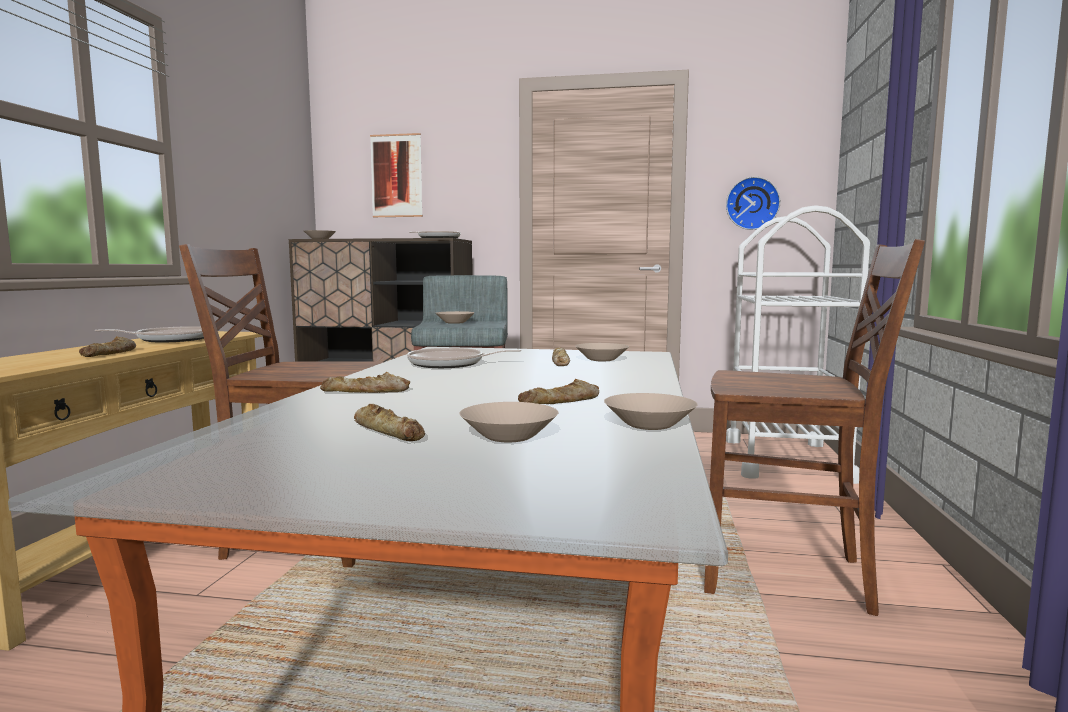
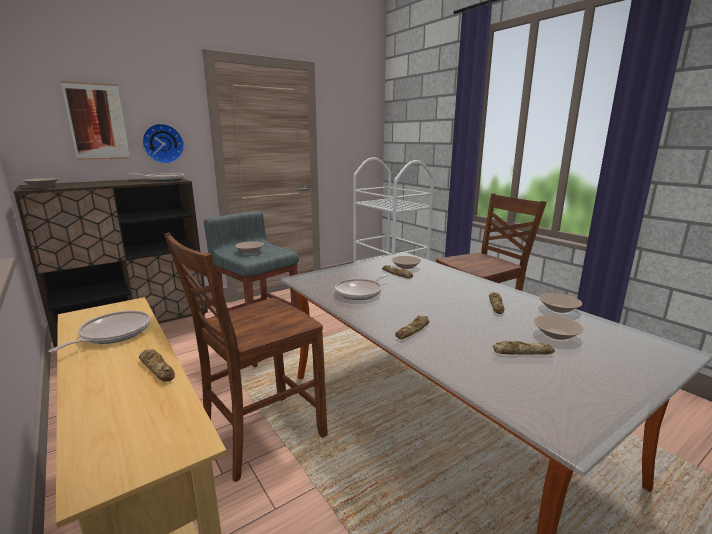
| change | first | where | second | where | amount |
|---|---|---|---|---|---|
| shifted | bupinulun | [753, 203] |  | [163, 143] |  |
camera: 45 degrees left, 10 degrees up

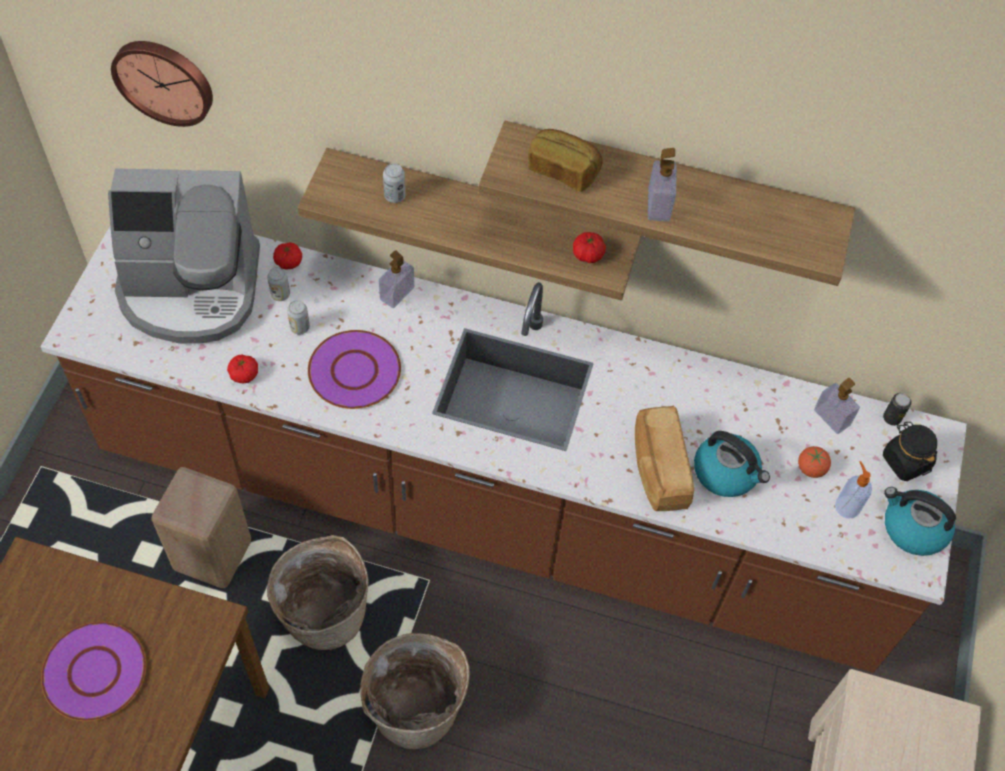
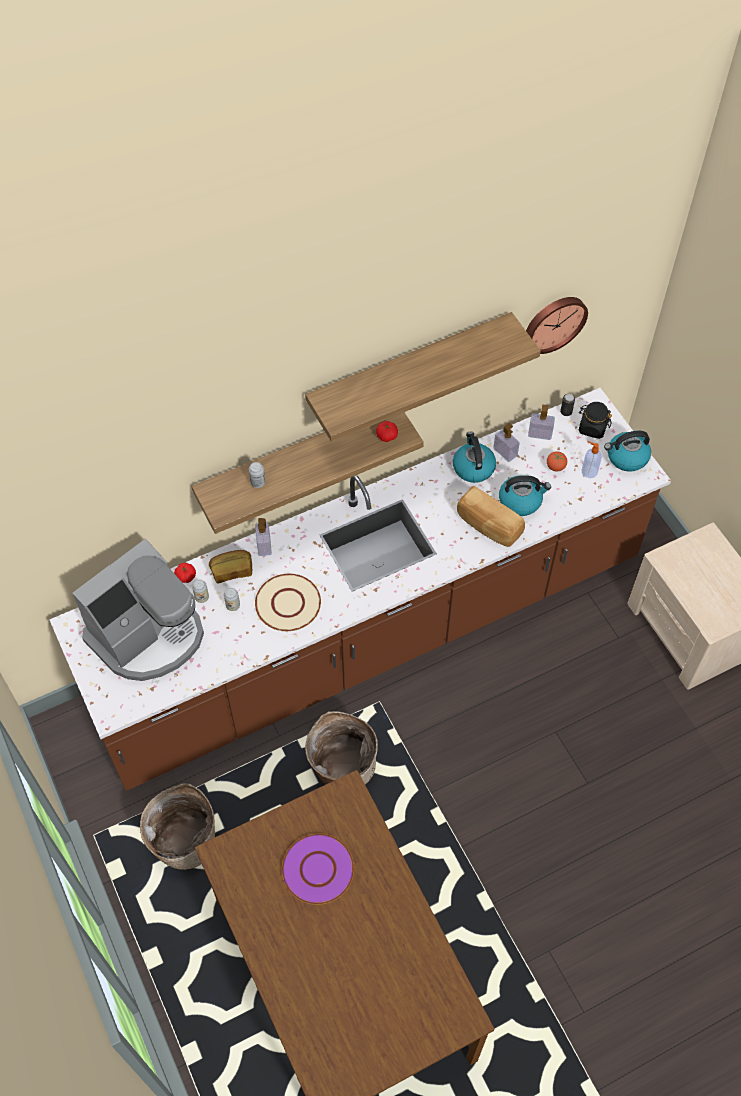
| change | first | where | second | where | amount |
|---|---|---|---|---|---|
| shifted | bupinulun | [162, 84] |  | [557, 325] |  |
| gone | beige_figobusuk | [201, 527] |  |  |  |
| gone | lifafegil | [242, 368] |  |  |  |
| repainted | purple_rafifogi | [354, 369] | beige_rafifogi | [288, 602] |  |
| shifted | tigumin | [415, 691] |  | [177, 827] |  |
| shifted | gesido | [565, 160] |  | [230, 566] |  |
| shifted | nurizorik | [662, 185] |  | [506, 442] |  |
| new |  |  | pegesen | [474, 457] |  |
camera: 40 degrees left, 0 degrees up

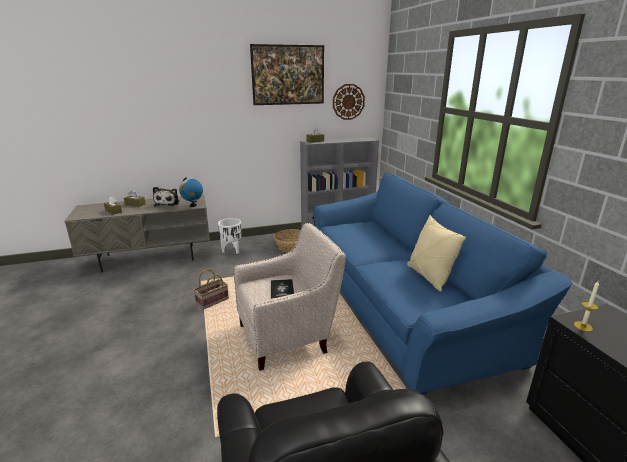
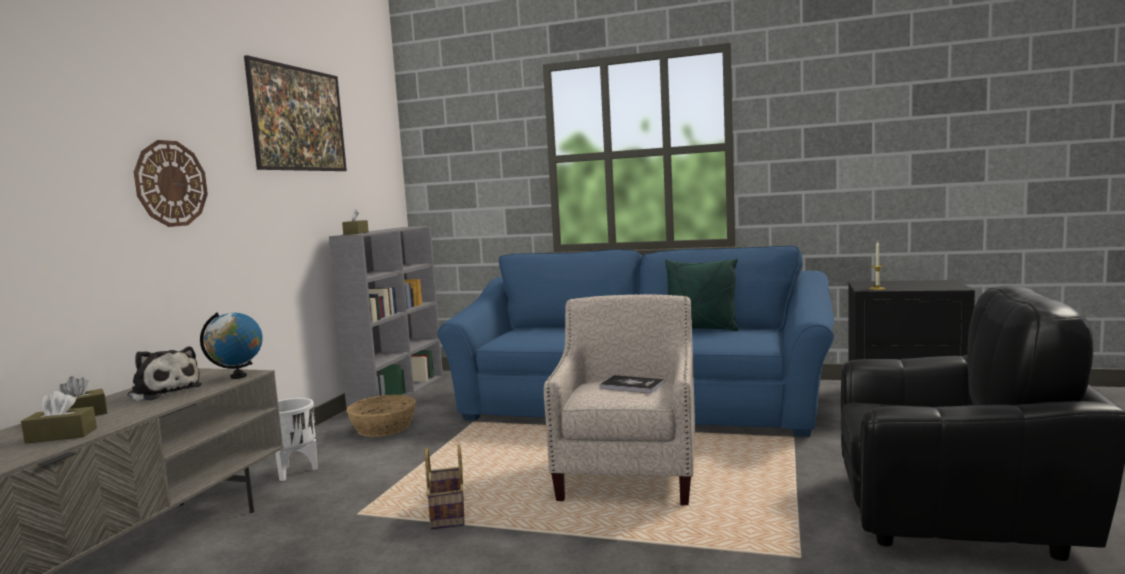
| change | first | where | second | where | amount |
|---|---|---|---|---|---|
| shifted | bupinulun | [349, 102] |  | [171, 183] |  |
| repainted | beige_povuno | [436, 253] | green_povuno | [702, 295] |  |
camera: 55 degrees left, 15 degrees down

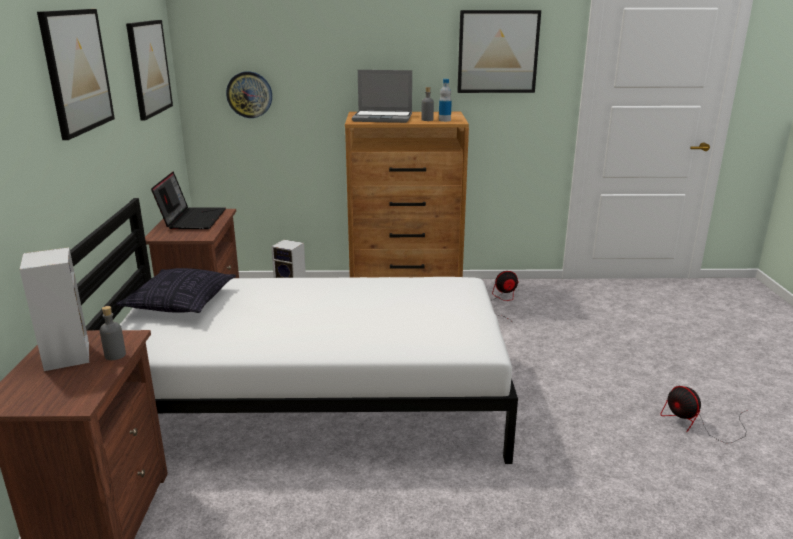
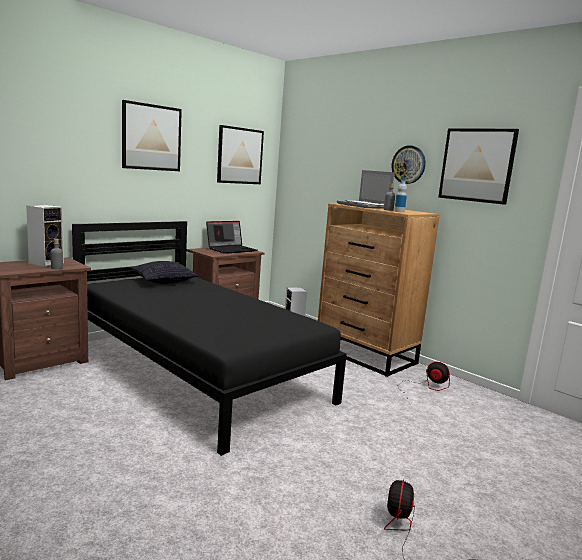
| change | first | where | second | where | amount |
|---|---|---|---|---|---|
| repainted | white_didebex | [294, 331] | black_didebex | [209, 338] |  |
| shifted | bupinulun | [249, 94] |  | [408, 164] |  |
camera: 45 degrees right, 10 degrees down

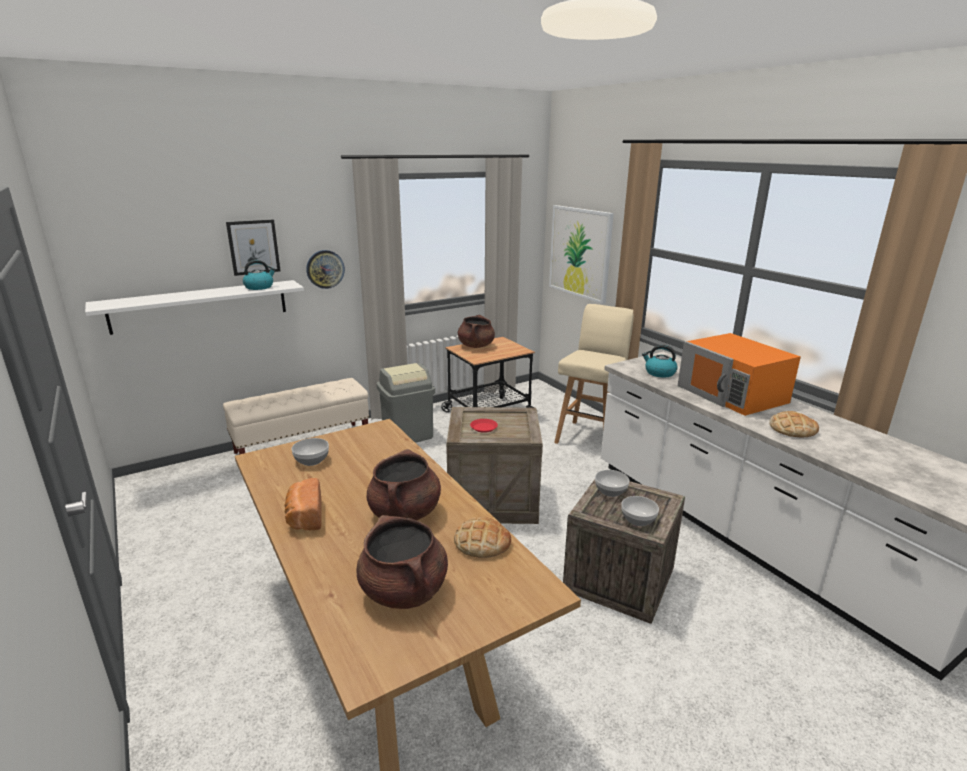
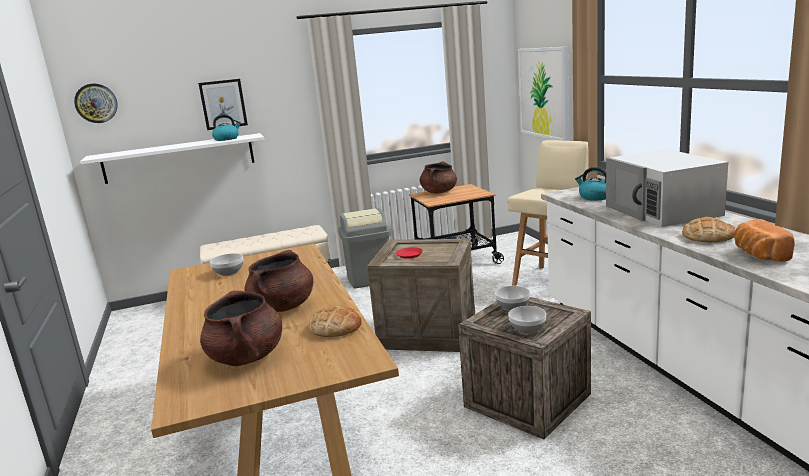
| change | first | where | second | where | amount |
|---|---|---|---|---|---|
| shifted | gesido | [303, 504] |  | [764, 240] |  |
| shifted | bupinulun | [325, 269] |  | [96, 103] |  |
| repainted | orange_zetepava | [739, 374] | white_zetepava | [667, 188] |  |
camera: 15 degrees right, 5 degrees down

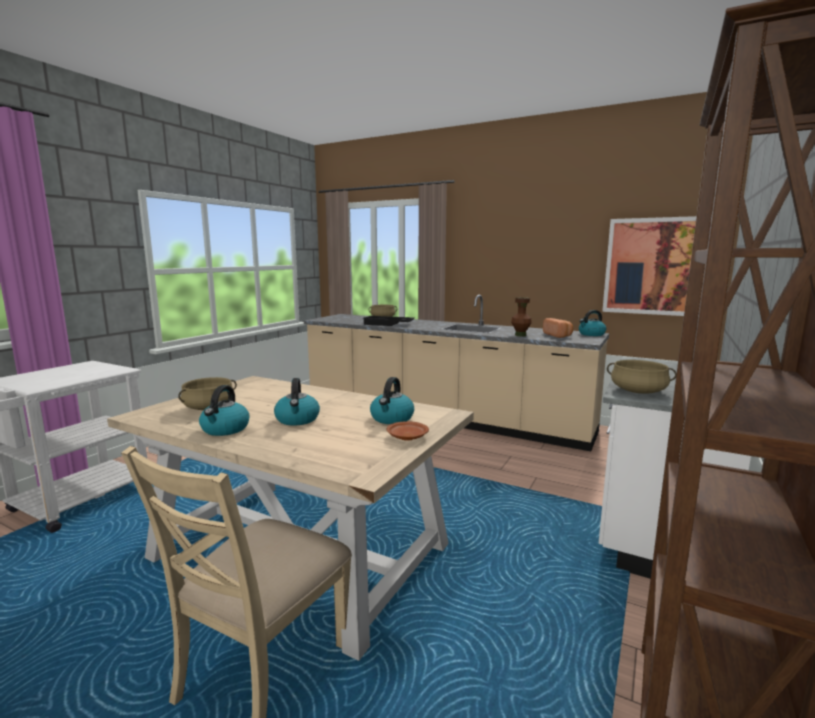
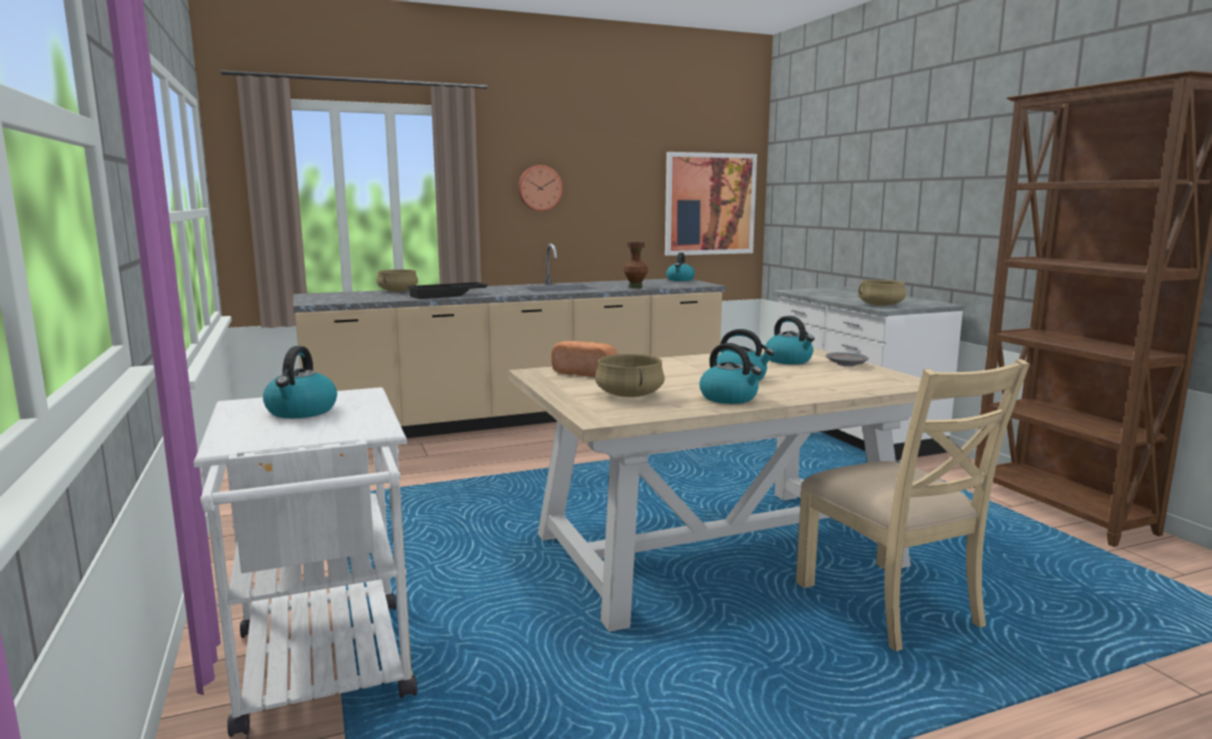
| change | first | where | second | where | amount |
|---|---|---|---|---|---|
| repainted | brown_rafifogi | [408, 431] | grey_rafifogi | [847, 359] |  |
| shifted | gesido | [558, 328] |  | [584, 359] |  |
| new |  |  | pegesen | [300, 382] |  |
| new |  |  | bupinulun | [540, 188] |  |
camera: 50 degrees left, 0 degrees up

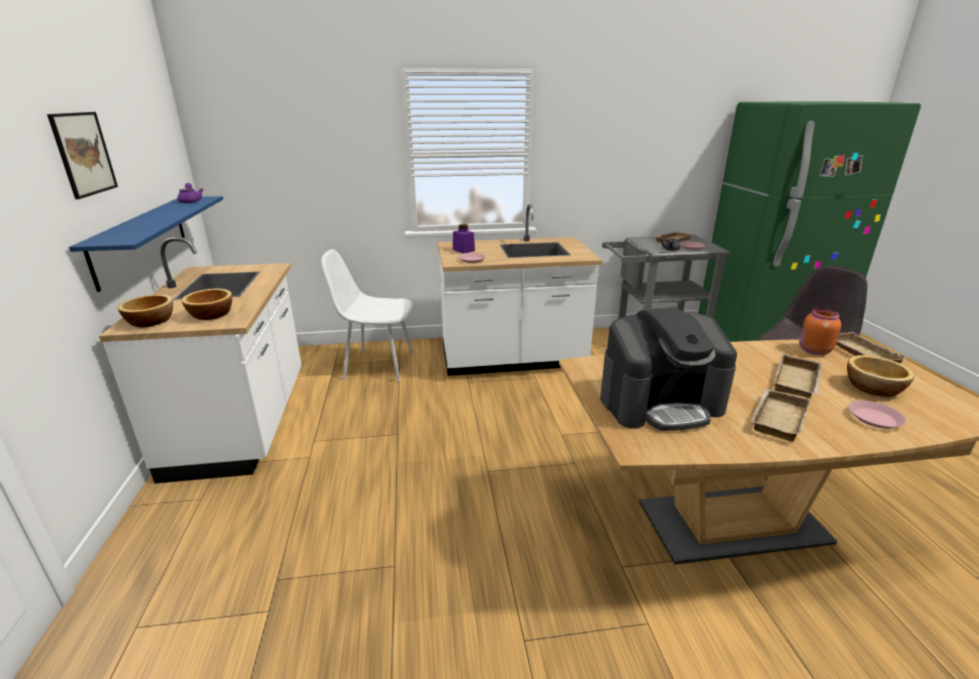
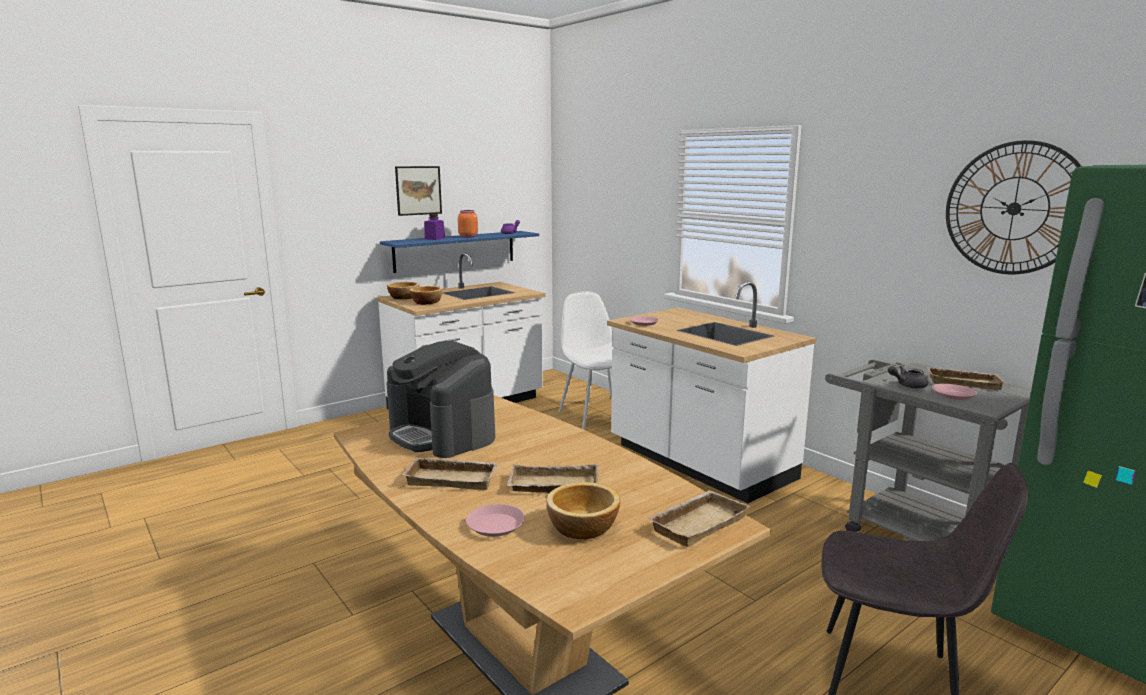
| change | first | where | second | where | amount |
|---|---|---|---|---|---|
| shifted | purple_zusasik | [464, 239] |  | [434, 227] |  |
| shifted | orange_zusasik | [820, 331] |  | [468, 224] |  |
| new |  |  | bupinulun | [1013, 207] |  |
camera: 60 degrees right, 10 degrees down

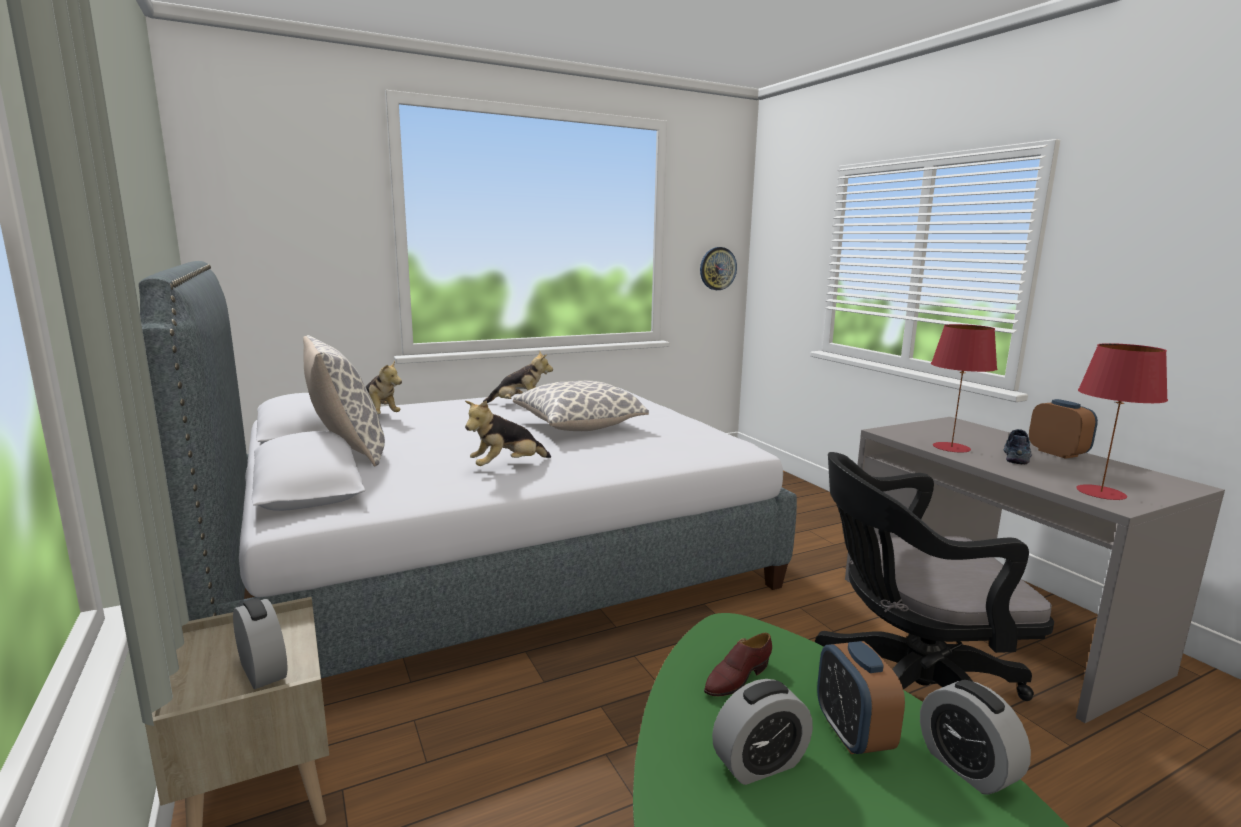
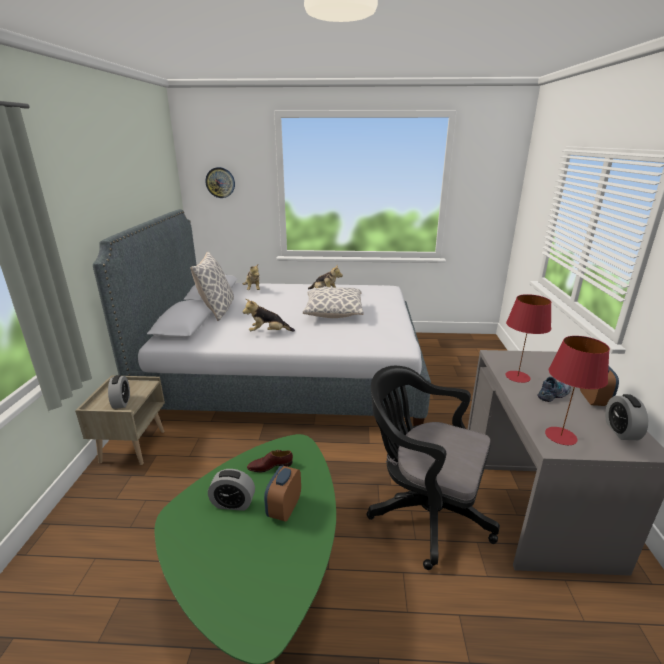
| change | first | where | second | where | amount |
|---|---|---|---|---|---|
| shifted | bupinulun | [718, 268] |  | [220, 182] |  |
| shifted | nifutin | [975, 737] |  | [626, 417] |  |
camera: 30 degrees right, 10 degrees up

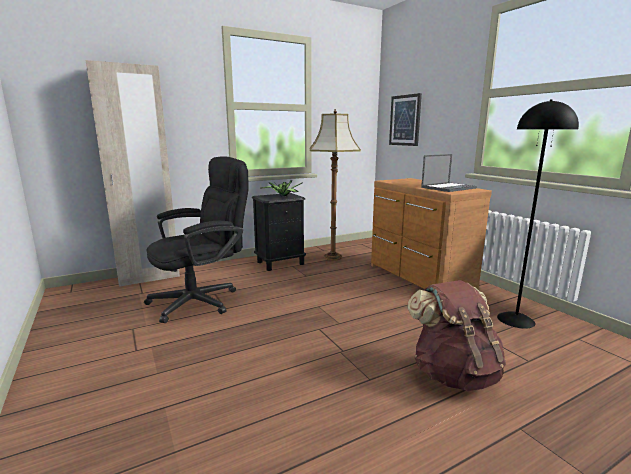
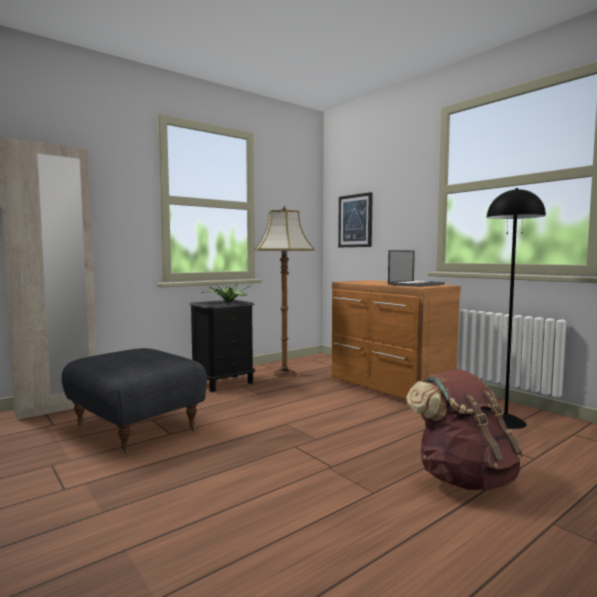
| change | first | where | second | where | amount |
|---|---|---|---|---|---|
| swapped | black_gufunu | [196, 239] | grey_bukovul | [134, 401] |  |
camera: 10 degrees left, 10 degrees down

